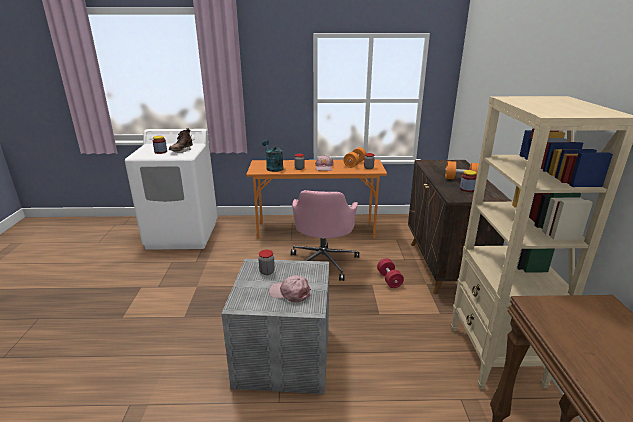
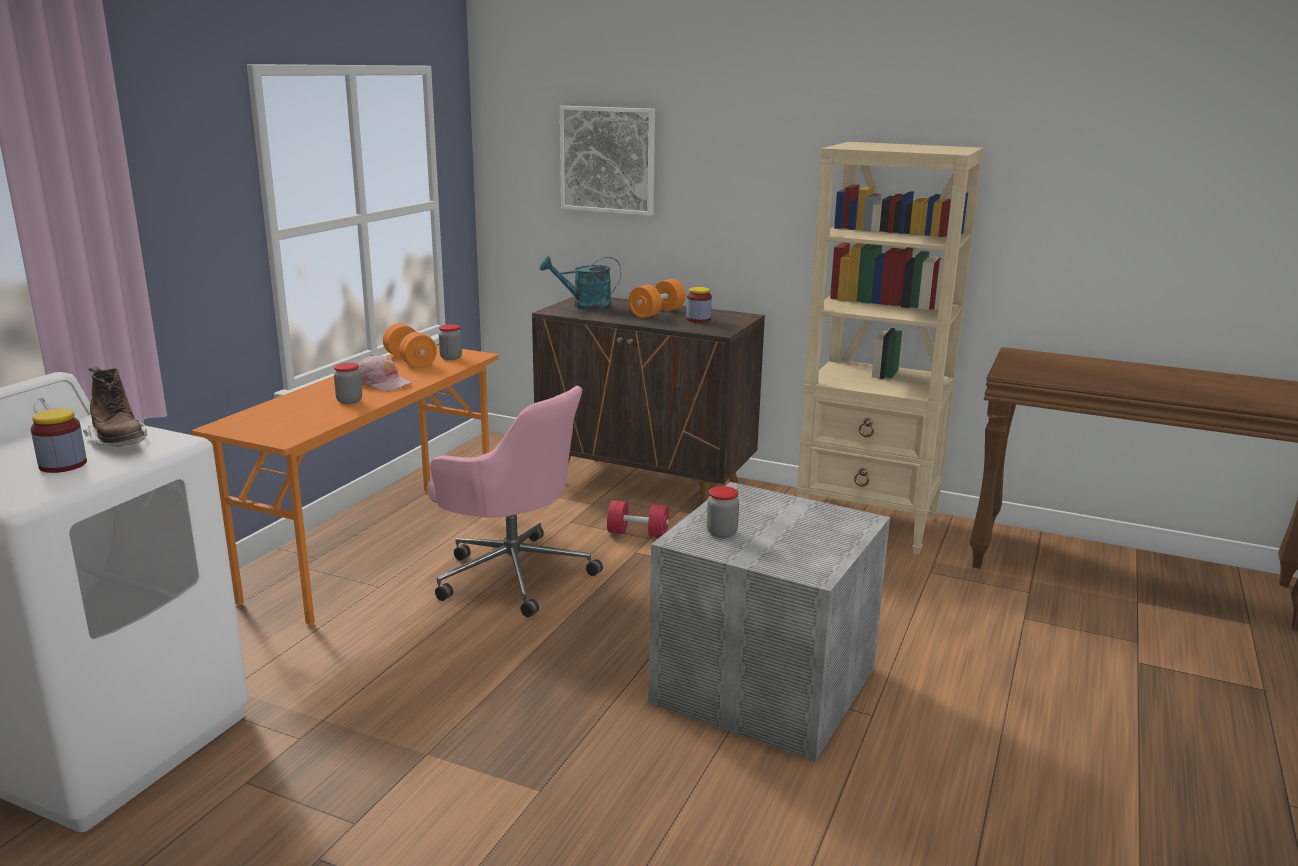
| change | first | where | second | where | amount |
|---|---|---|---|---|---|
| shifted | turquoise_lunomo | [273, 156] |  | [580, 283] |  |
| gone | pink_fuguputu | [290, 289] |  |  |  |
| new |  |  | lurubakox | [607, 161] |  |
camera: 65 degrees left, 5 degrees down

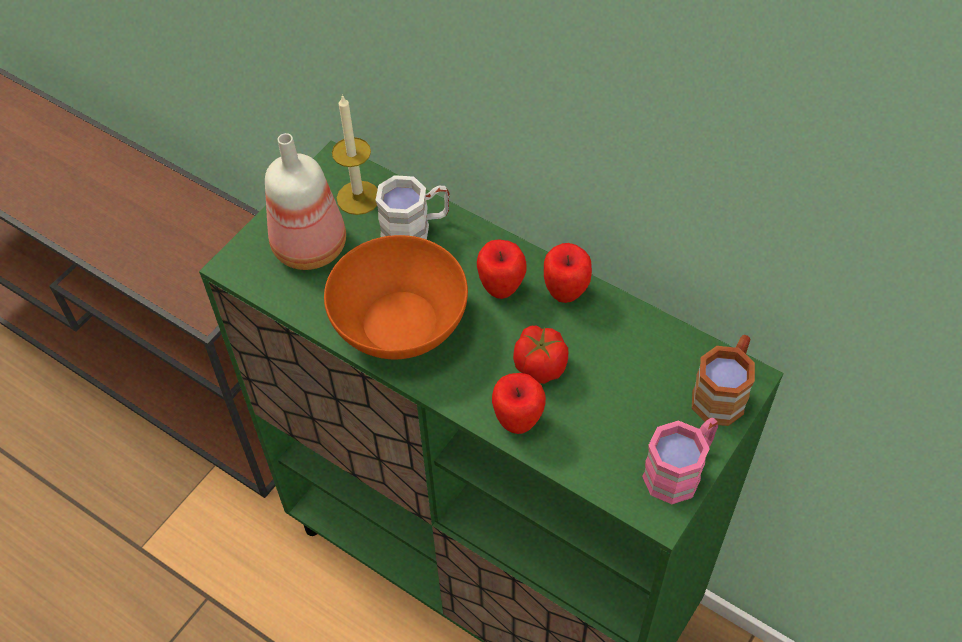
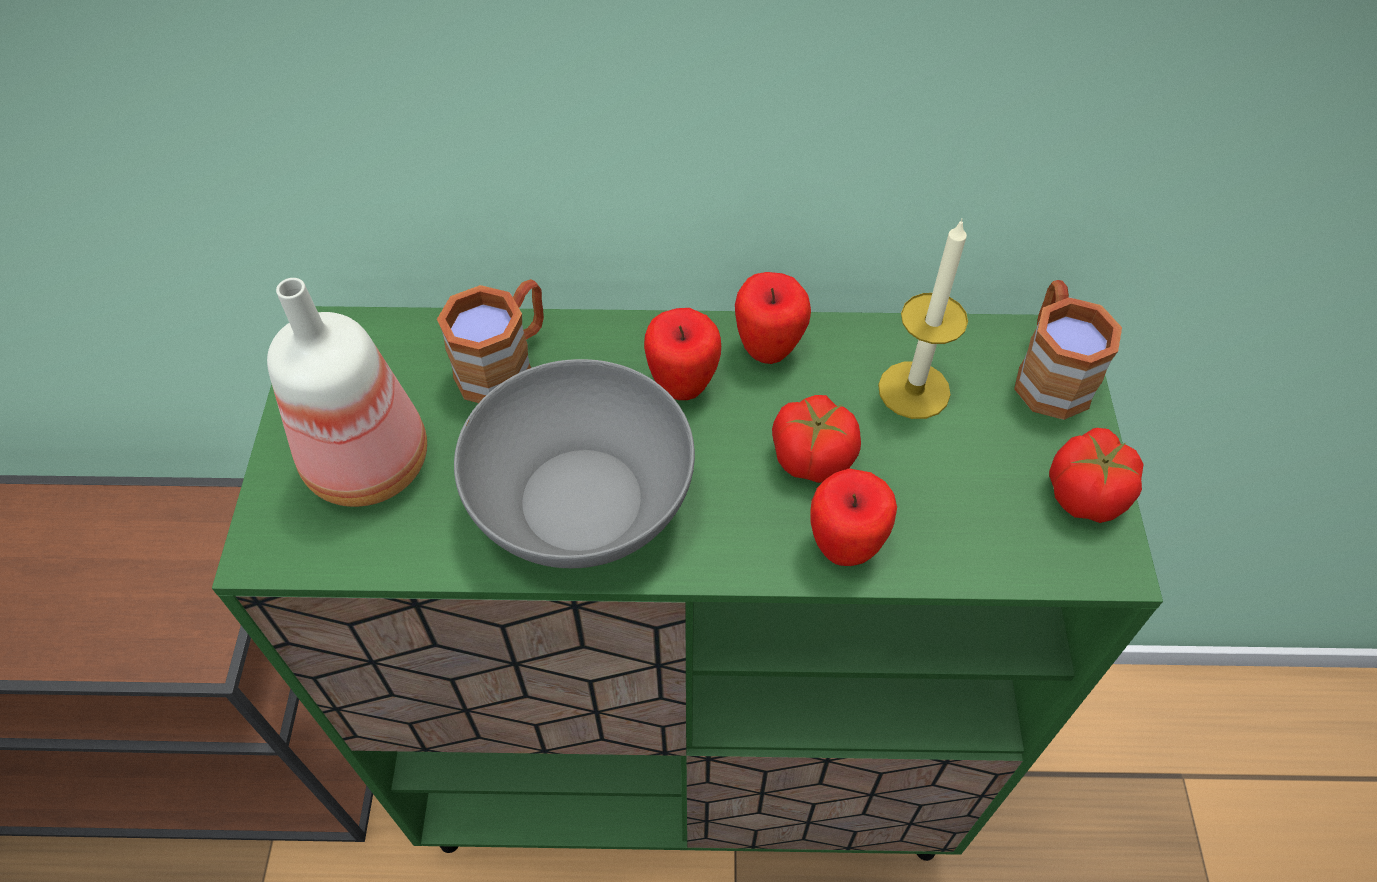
| change | first | where | second | where | amount |
|---|---|---|---|---|---|
| repainted | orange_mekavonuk | [396, 297] | grey_mekavonuk | [574, 463] |  |
| shifted | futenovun | [355, 154] |  | [923, 318] |  |
| repainted | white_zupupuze | [413, 207] | brown_zupupuze | [490, 341] |  |
| swapped | pink_zupupuze | [680, 461] | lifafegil | [1096, 475] |  |
camera: 35 degrees left, 0 degrees up

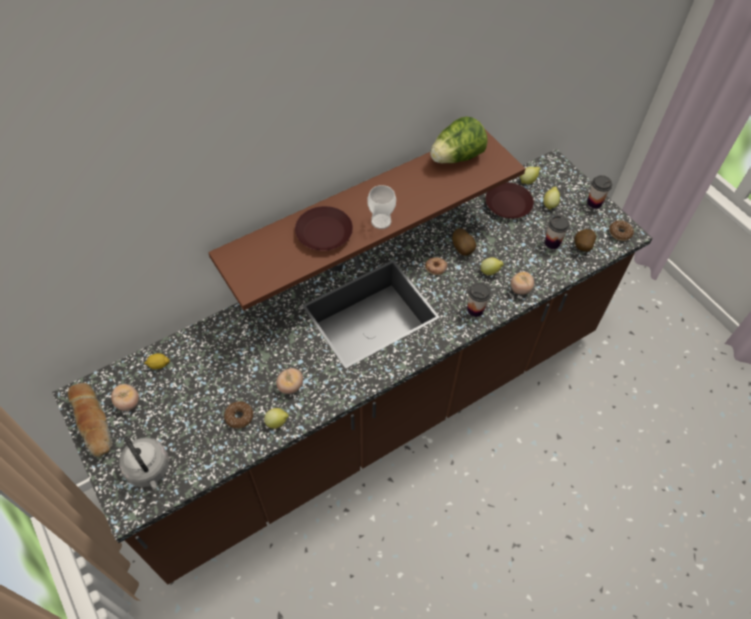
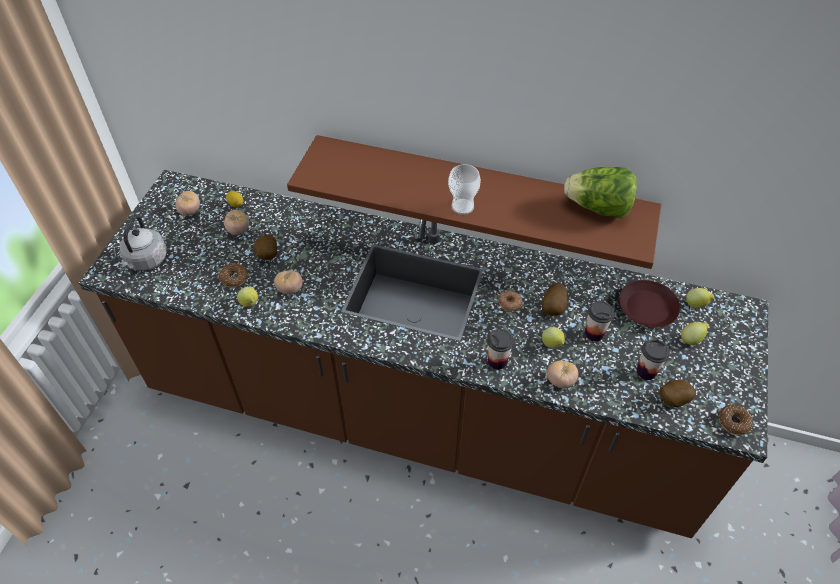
| change | first | where | second | where | amount |
|---|---|---|---|---|---|
| gone | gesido | [90, 420] |  |  |  |
| gone | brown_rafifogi | [324, 228] |  |  |  |
| shifted | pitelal | [599, 192] |  | [600, 321] |  |
| new |  |  | lifafegil | [236, 222] |  |
| new |  |  | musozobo | [265, 247] |  |
camera: 50 degrees right, 5 degrees down

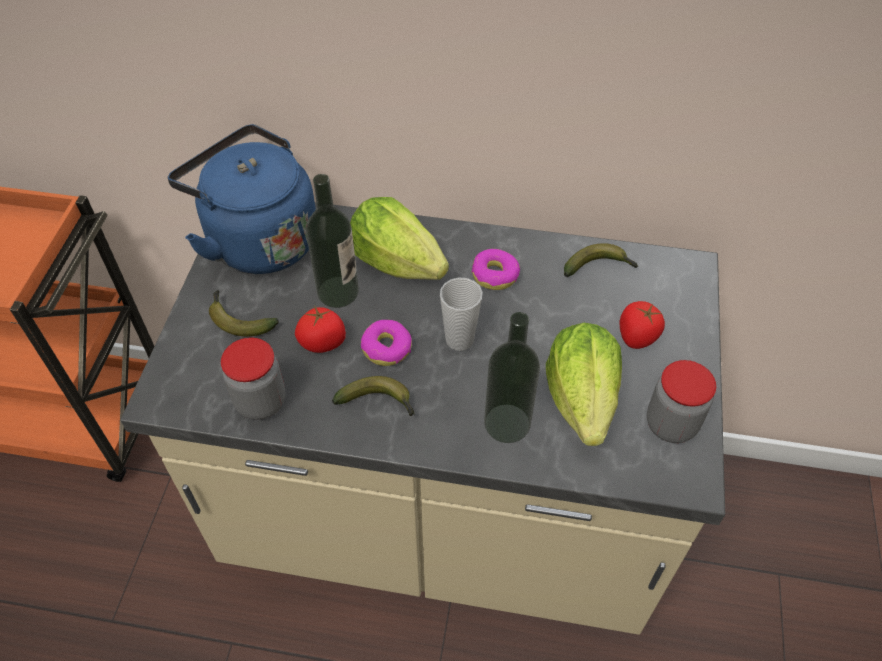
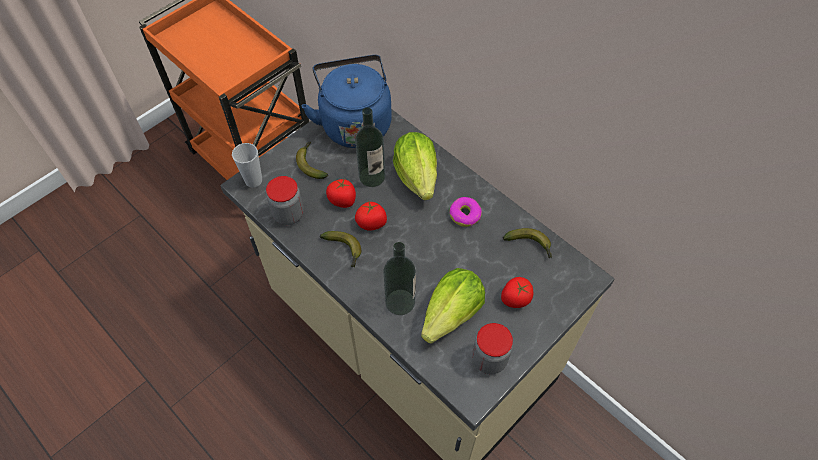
| change | first | where | second | where | amount |
|---|---|---|---|---|---|
| swapped | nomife | [386, 343] | lifafegil | [371, 215] |  |
| shifted | pitelal | [461, 314] |  | [247, 165] |  |
camera: 35 degrees right, 5 degrees up

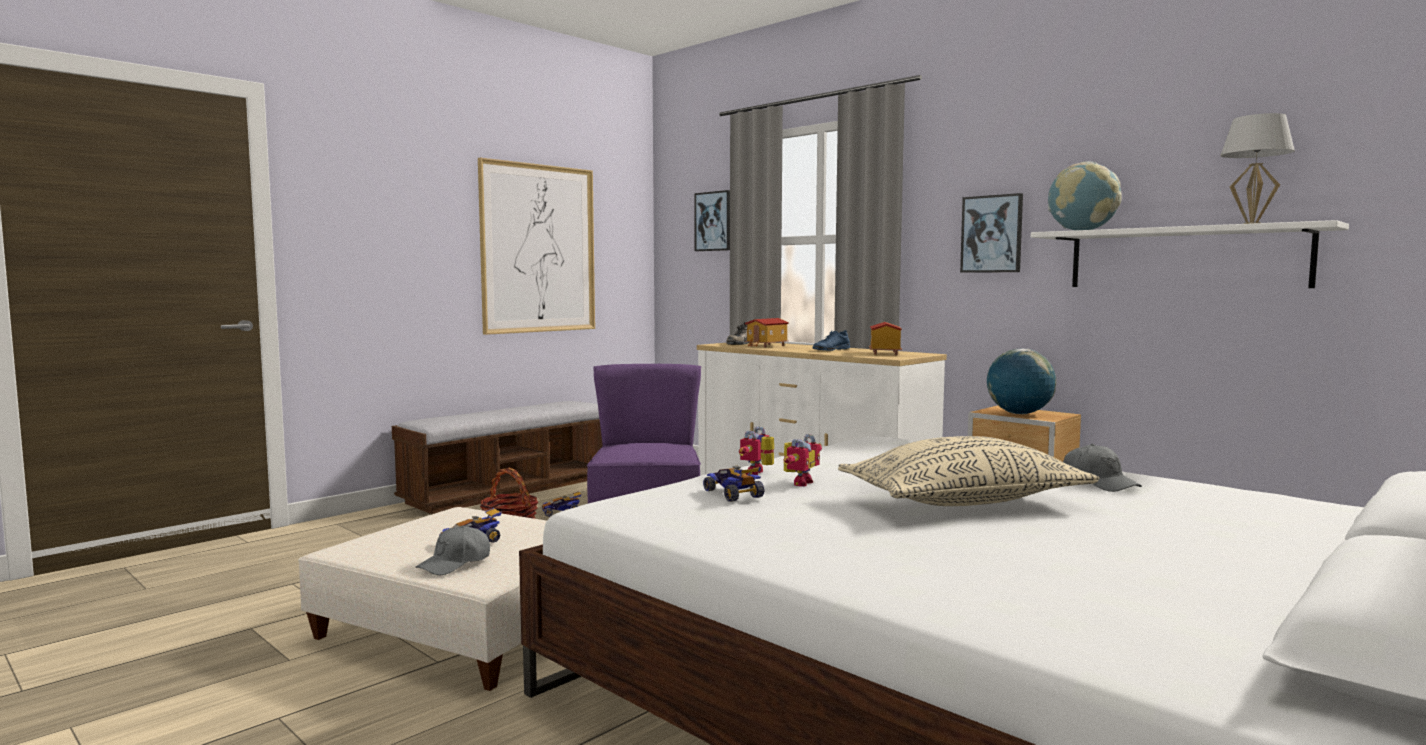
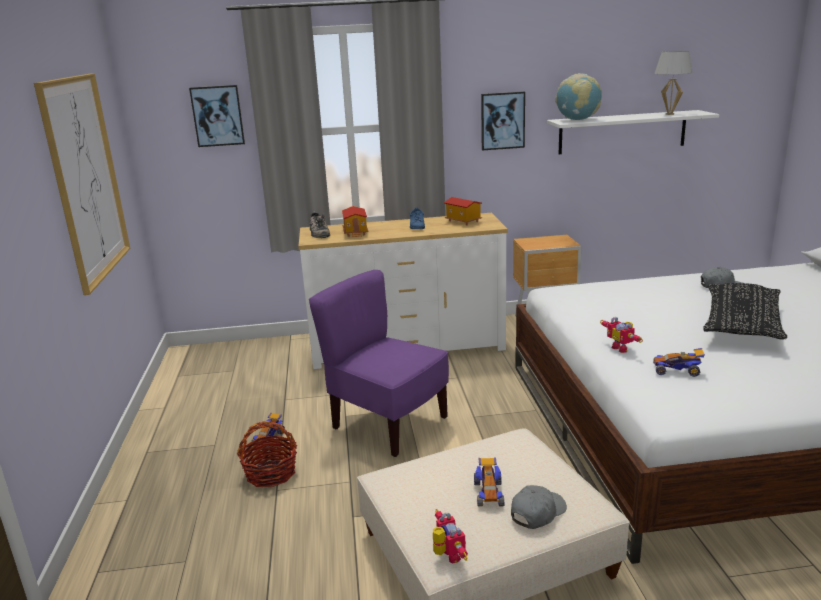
| change | first | where | second | where | amount |
|---|---|---|---|---|---|
| gone | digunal | [497, 457] |  |  |  |
| rotated | grey_fuguputu | [453, 550] |  | [539, 507] | 120 degrees counterclockwise |
| shifted | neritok | [802, 460] |  | [450, 536] |  |
| repainted | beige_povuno | [969, 471] | black_povuno | [745, 311] |  |
| gone | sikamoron | [1021, 381] |  |  |  |
camera: 50 degrees left, 15 degrees up

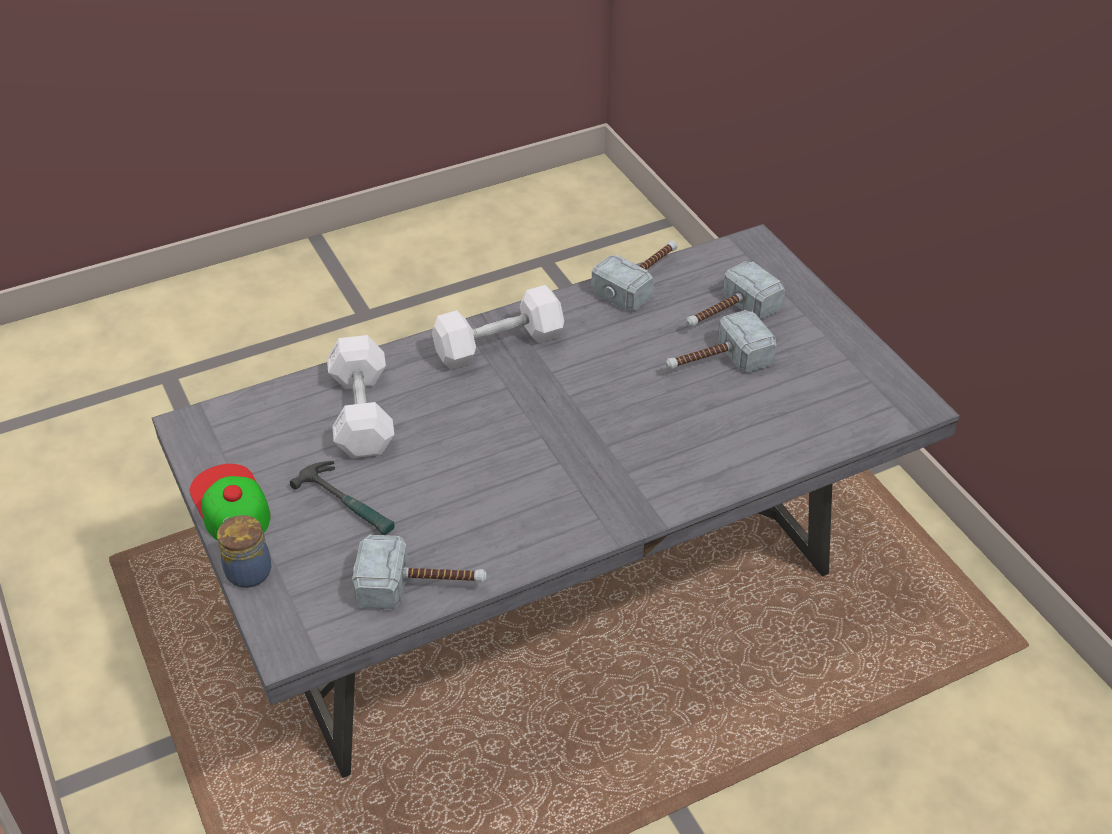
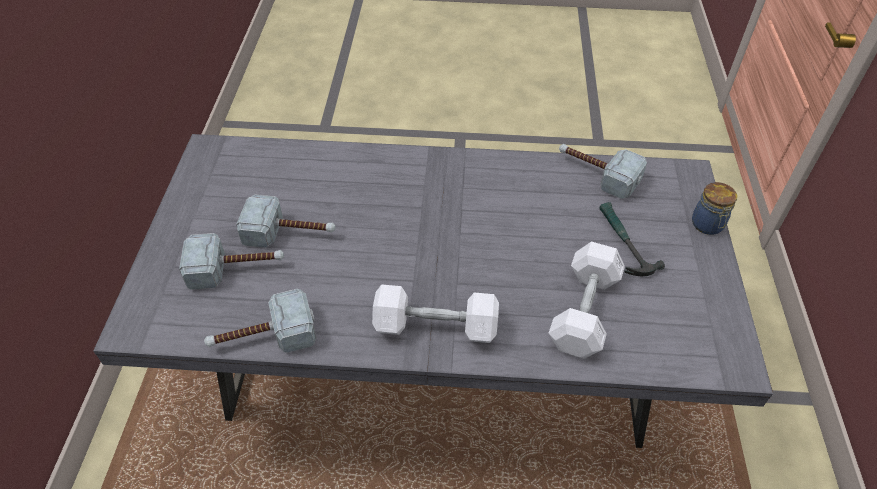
| change | first | where | second | where | amount |
|---|---|---|---|---|---|
| gone | fuguputu | [230, 502] |  |  |  |
camera: 150 degrees left, 5 degrees up

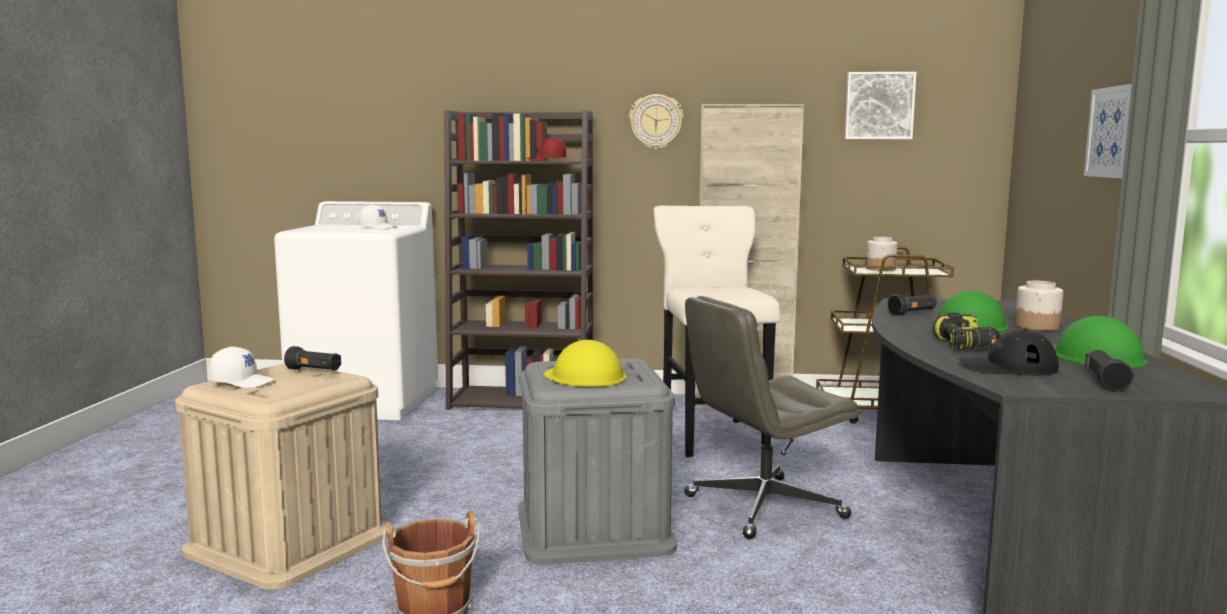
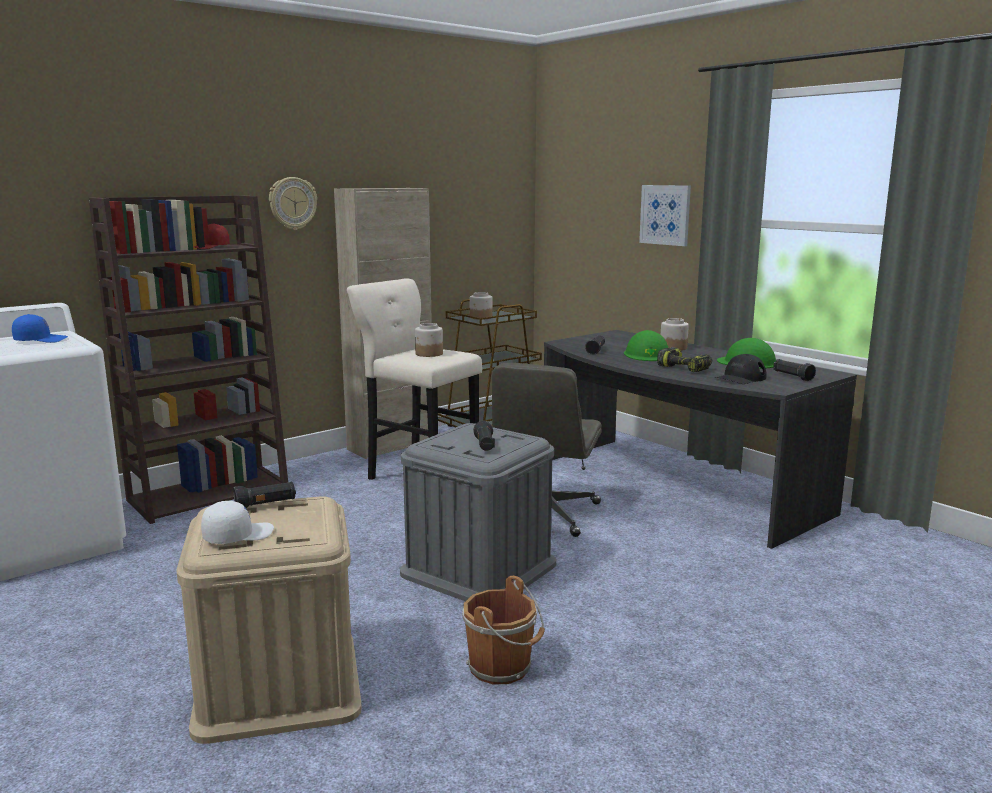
| change | first | where | second | where | amount |
|---|---|---|---|---|---|
| repainted | white_fuguputu | [378, 217] | blue_fuguputu | [40, 328] |  |
| swapped | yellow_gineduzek | [585, 363] | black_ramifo | [484, 436] |  |
| gone | lurubakox | [880, 105] |  |  |  |
| new |  |  | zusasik | [429, 340] |  |
camera: 45 degrees left, 5 degrees up

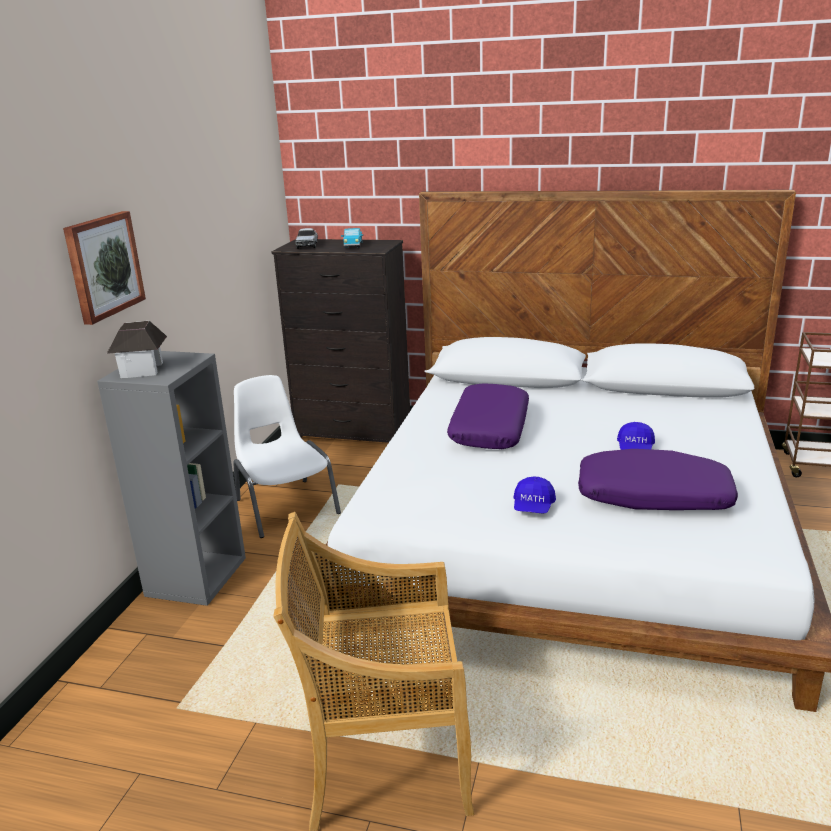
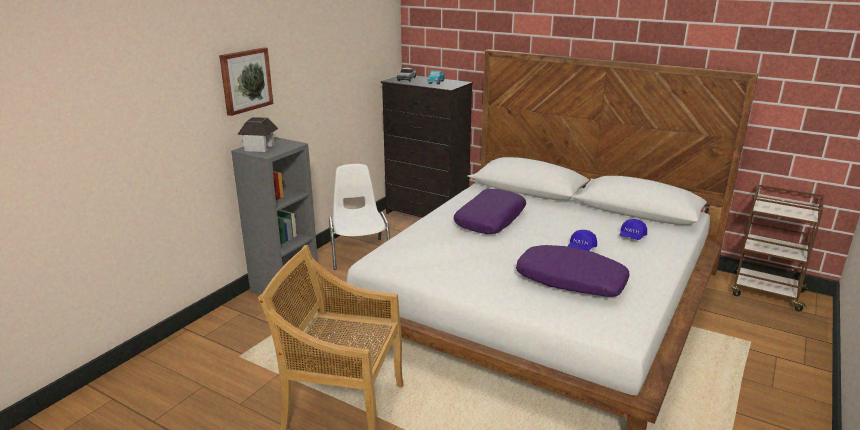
| change | first | where | second | where | amount |
|---|---|---|---|---|---|
| shifted | blue_fuguputu | [534, 495] |  | [633, 229] |  |
camera: 15 degrees right, 0 degrees up

